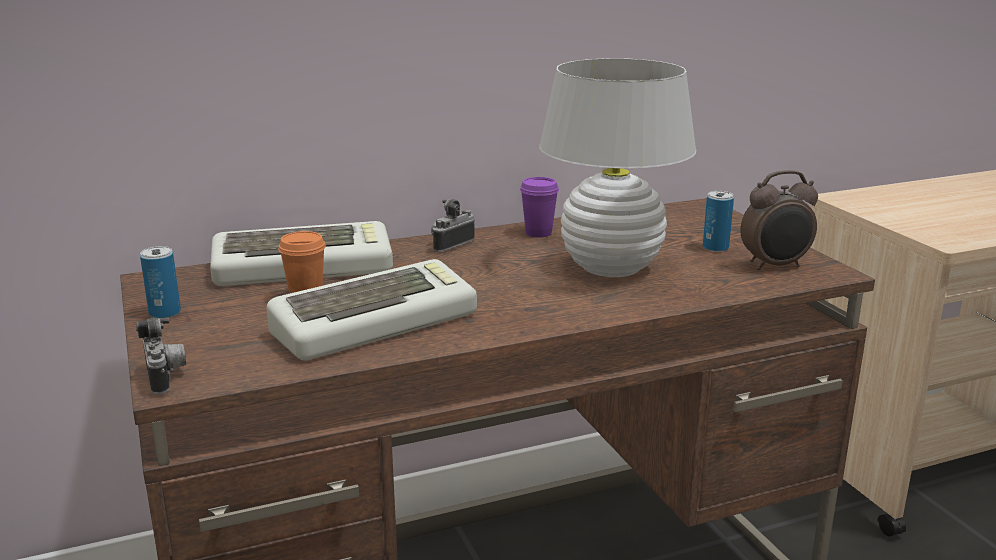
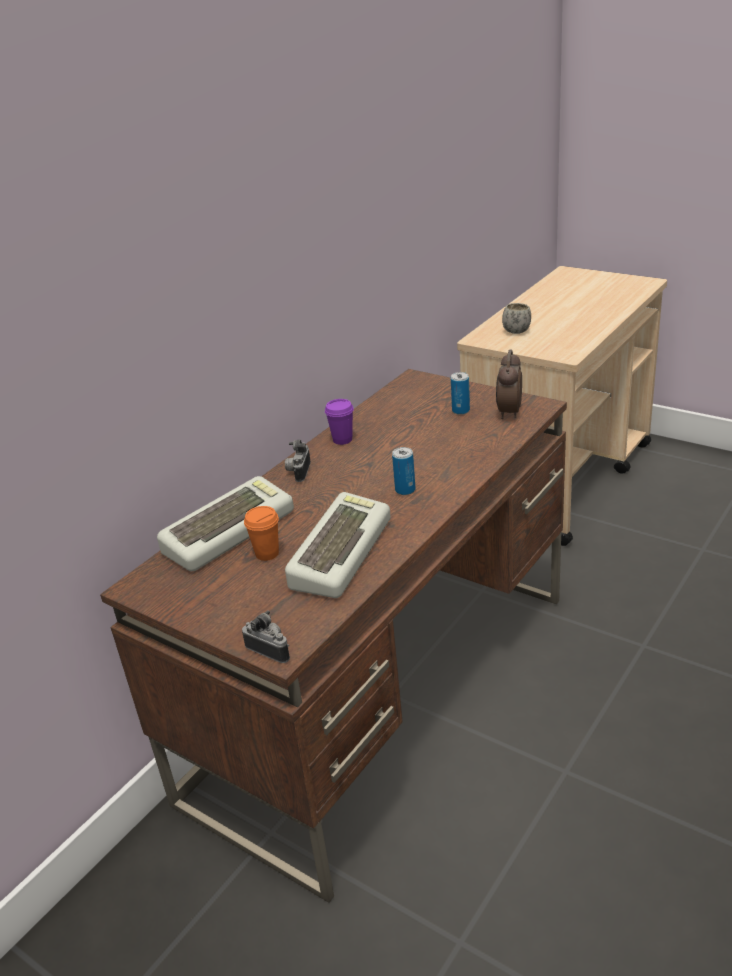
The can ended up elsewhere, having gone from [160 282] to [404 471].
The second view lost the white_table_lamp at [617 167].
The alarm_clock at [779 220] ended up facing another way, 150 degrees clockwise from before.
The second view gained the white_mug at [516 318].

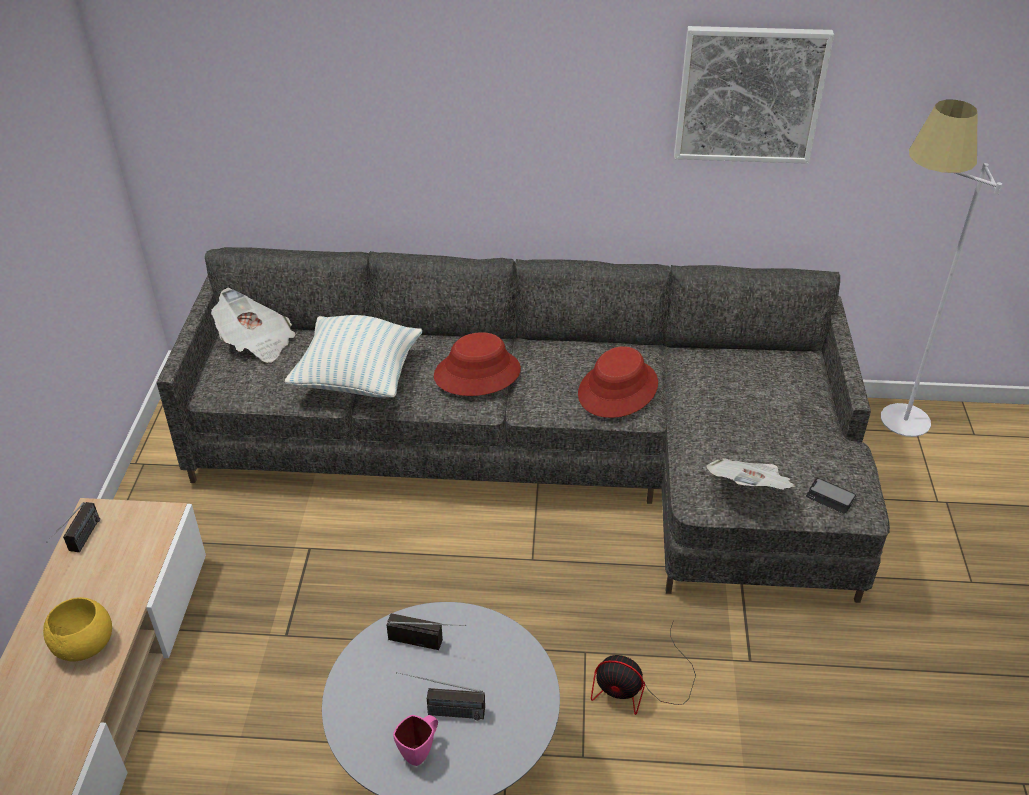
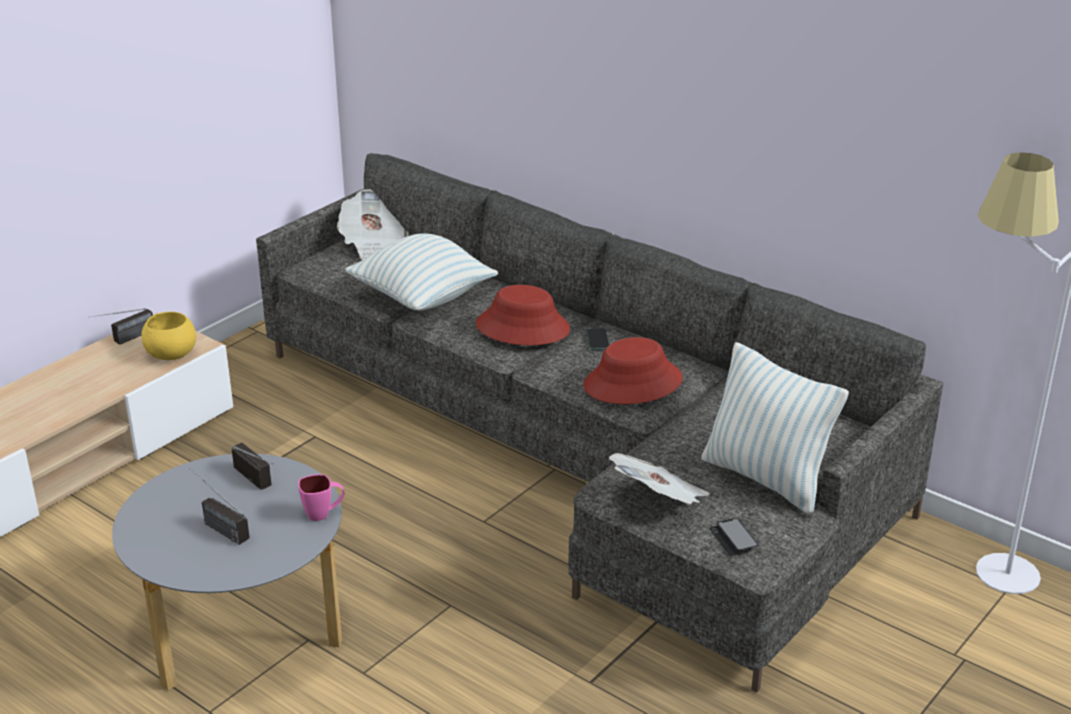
The yellow_bowl ended up elsewhere, having gone from [77 629] to [169 336].
The pink_mug ended up elsewhere, having gone from [415 740] to [321 497].
The second view lost the fan at [643 669].
The second view lost the picture at [754 95].
The second view gained the phone at [597 339].
The second view gained the pillow at [775 428].

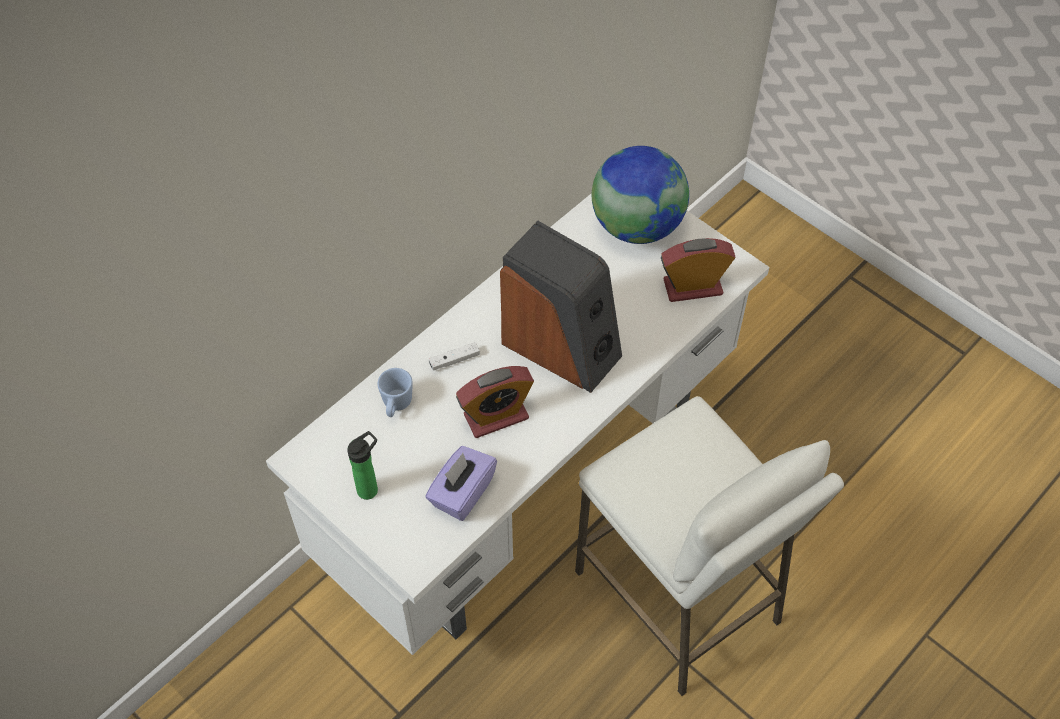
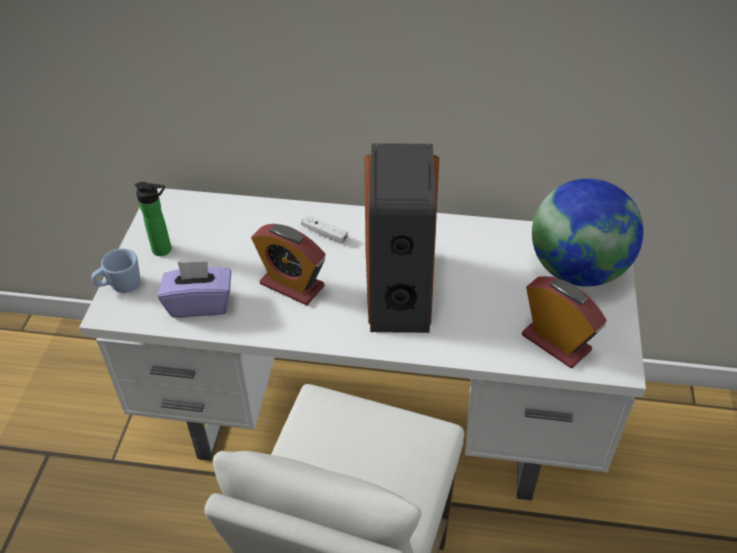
The blue_mug ended up elsewhere, having gone from [395 392] to [116 270].

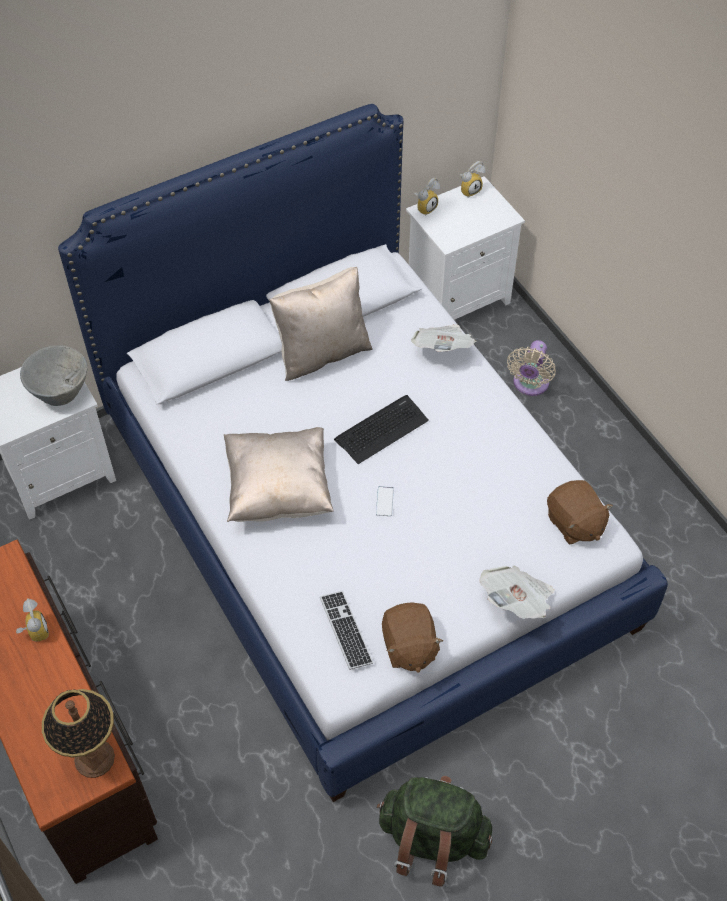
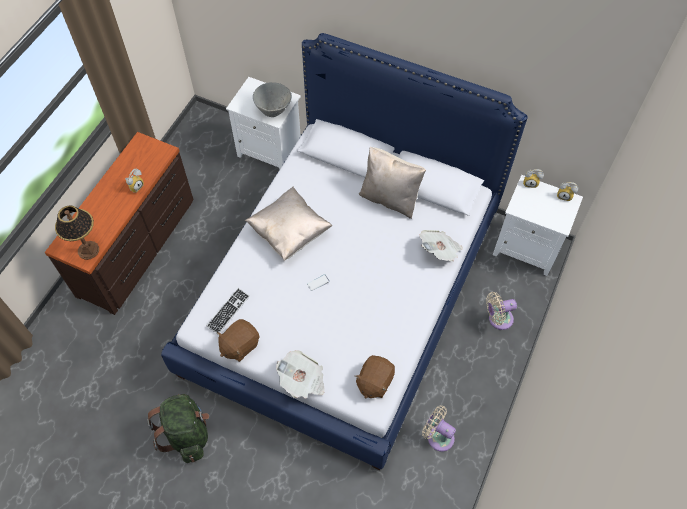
The second view lost the keyboard at [381 429].
The second view gained the beige_fan at [439 428].

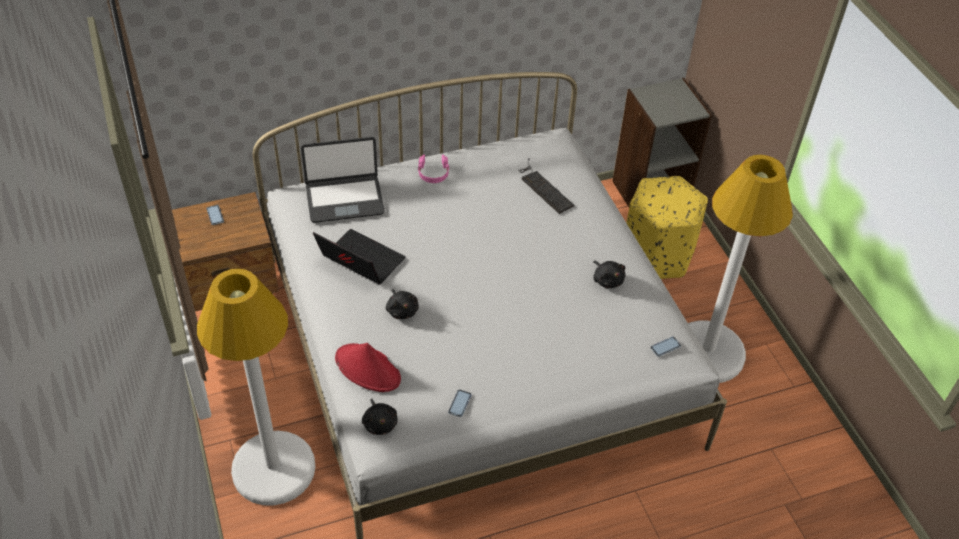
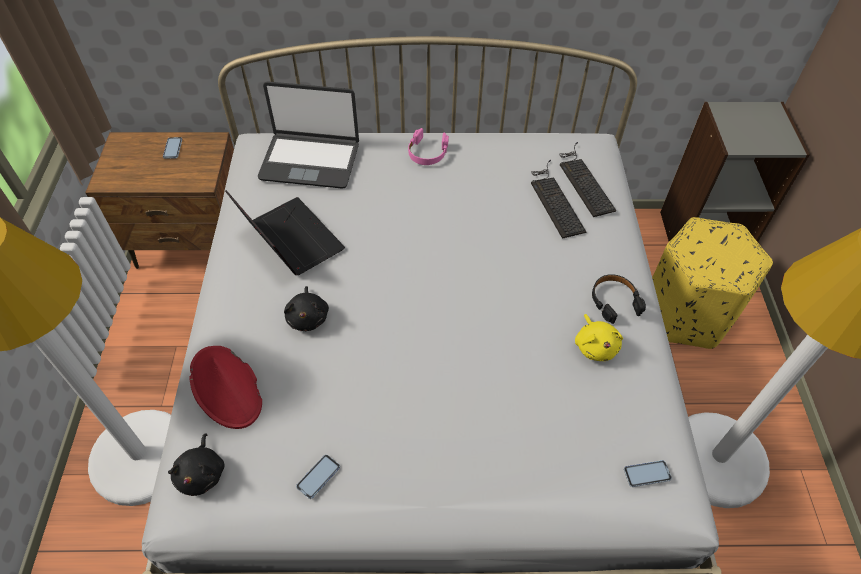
What was the black_plush_toy at [609 274] turned into the yellow_plush_toy at [599 337].
The second view gained the keyboard at [587 179].
The second view gained the black_headphones at [619 299].

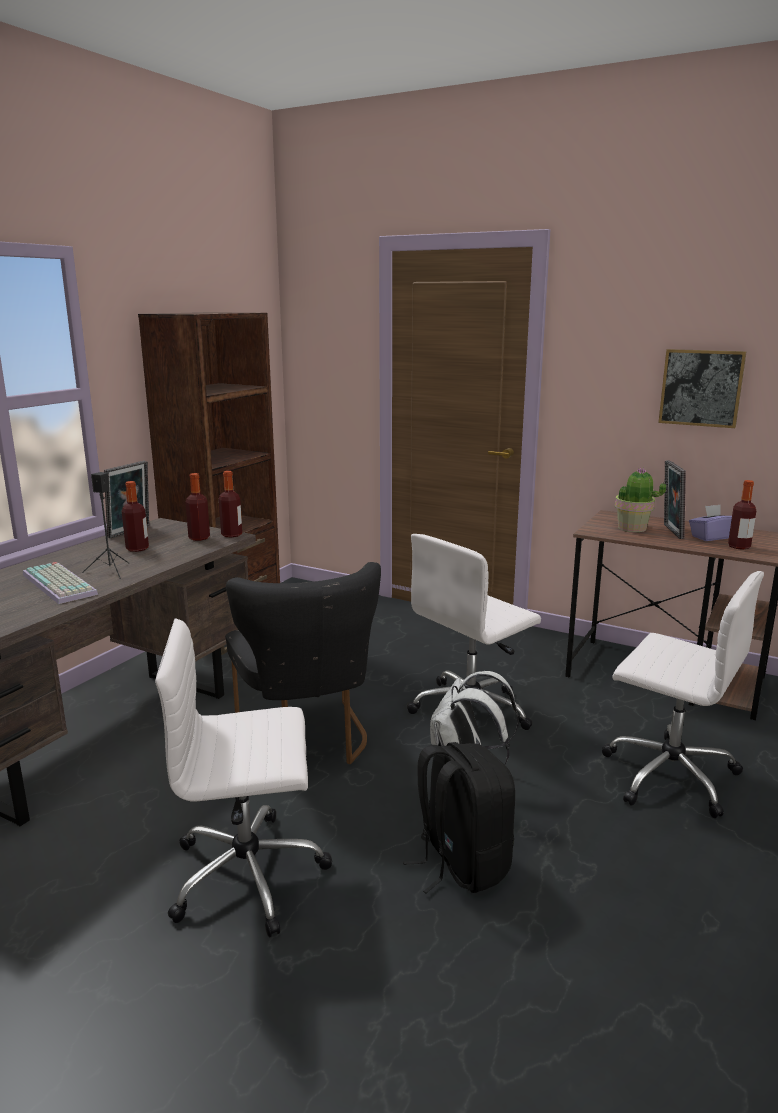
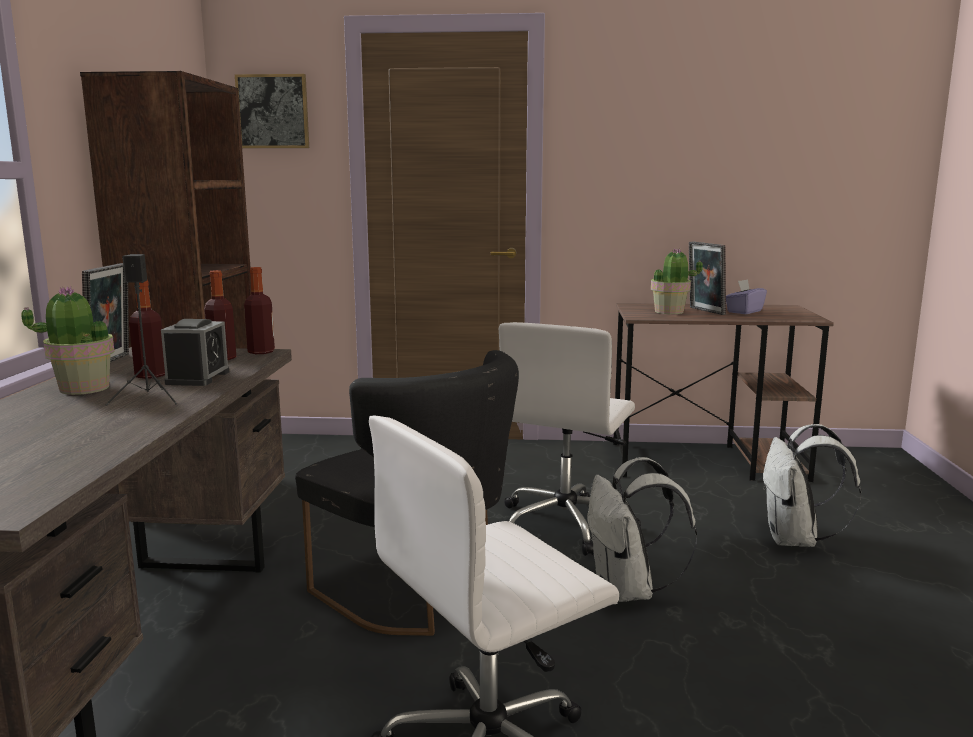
The second view lost the keyboard at [60 583].
The second view lost the black_backpack at [459 817].
Where the white_office_chair stood at [683 694], the white_backpack came to stand at [812 485].
The picture ended up elsewhere, having gone from [702 388] to [272 111].
The second view lost the bottle at [742 515].
The second view gained the potted_plant at [68 341].
The second view gained the alarm_clock at [195 352].

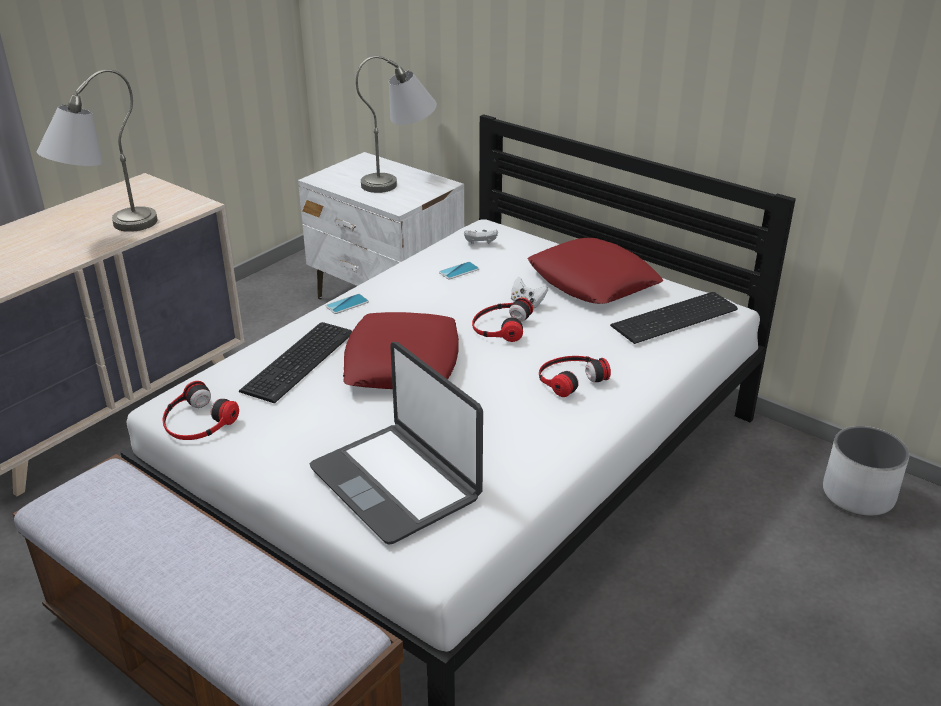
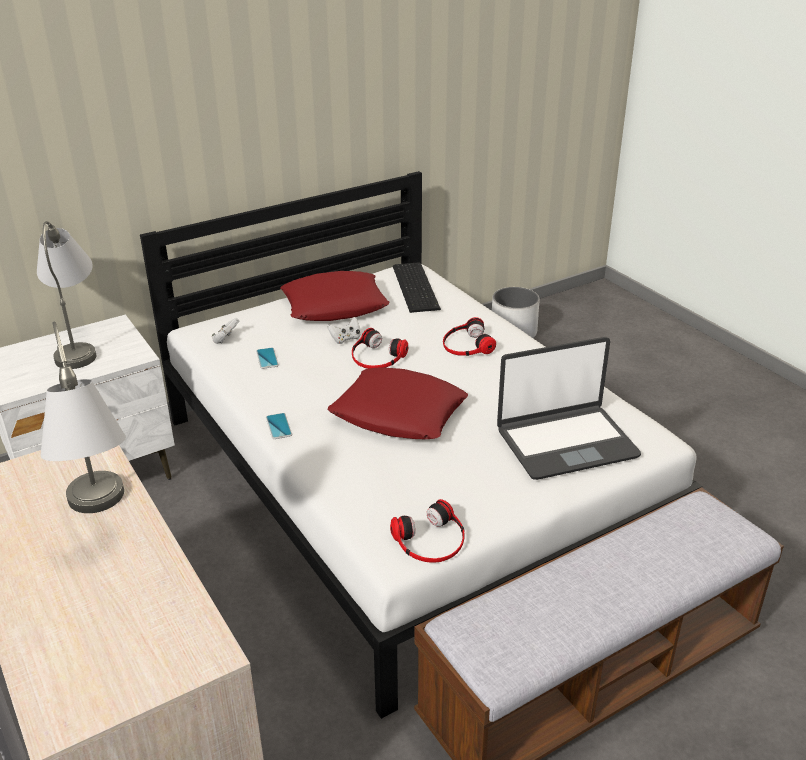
The second view lost the keyboard at [295 362].

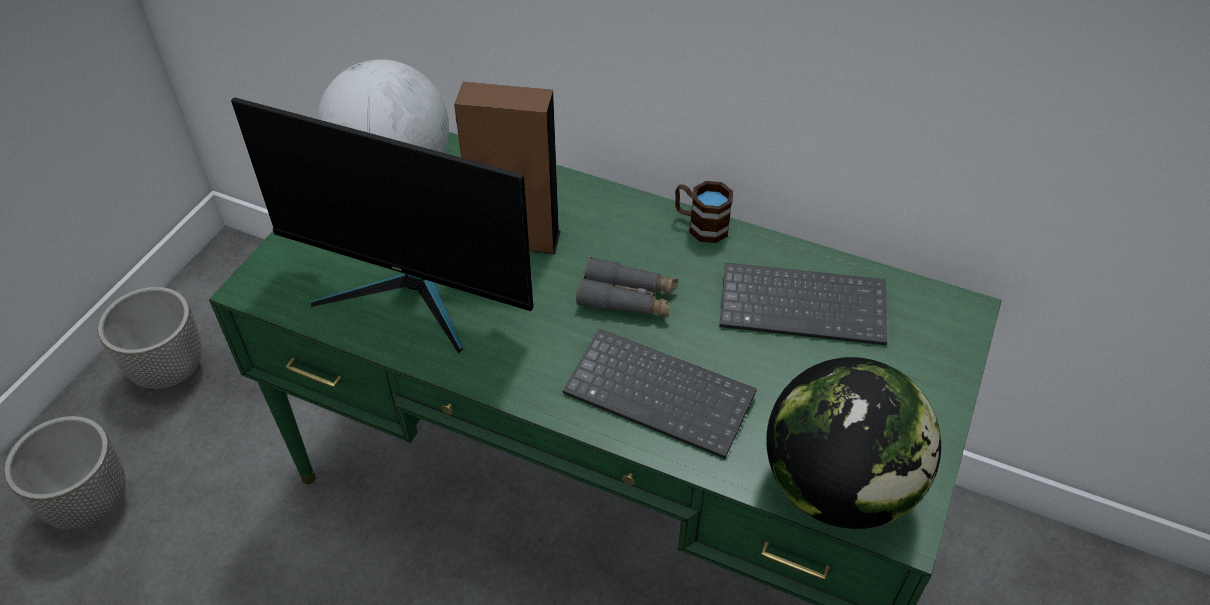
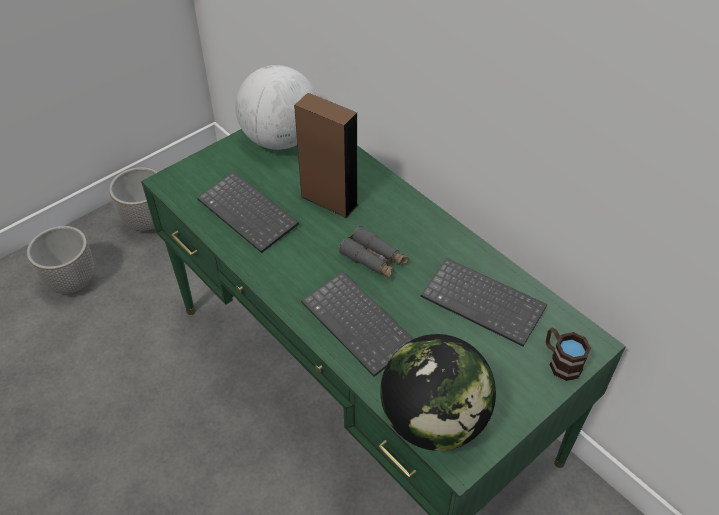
Where the monitor stood at [382 225], the keyboard came to stand at [248 212].
The brown_mug ended up elsewhere, having gone from [704 212] to [568 354].

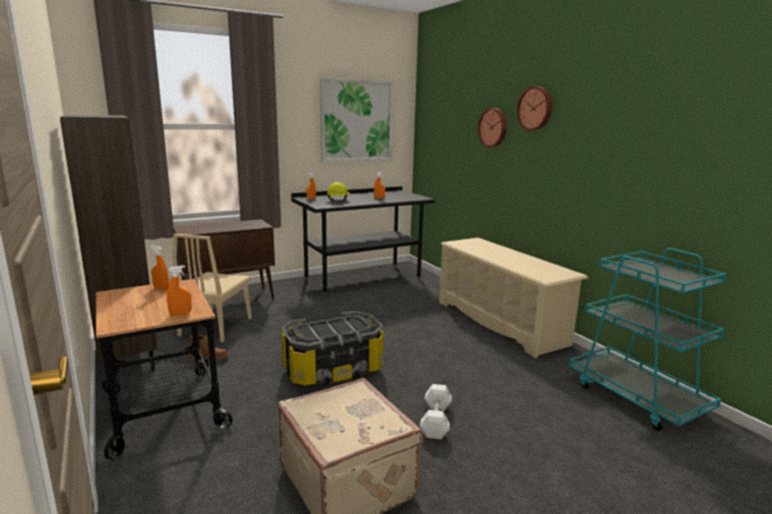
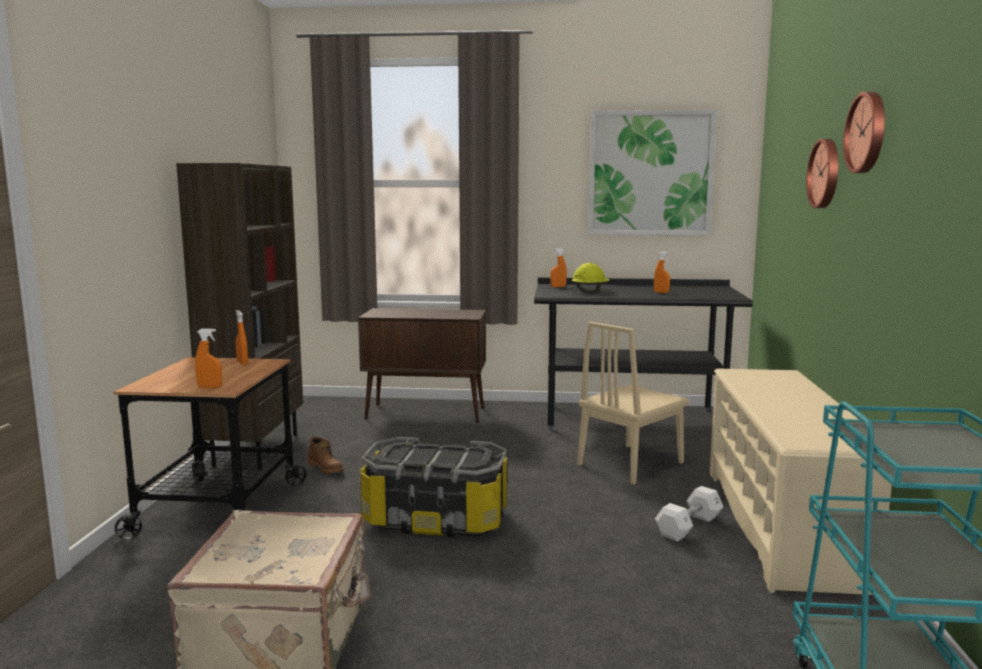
The beige_chair ended up elsewhere, having gone from [212 288] to [633 403].
The white_dumbbell ended up elsewhere, having gone from [436 412] to [689 514].

